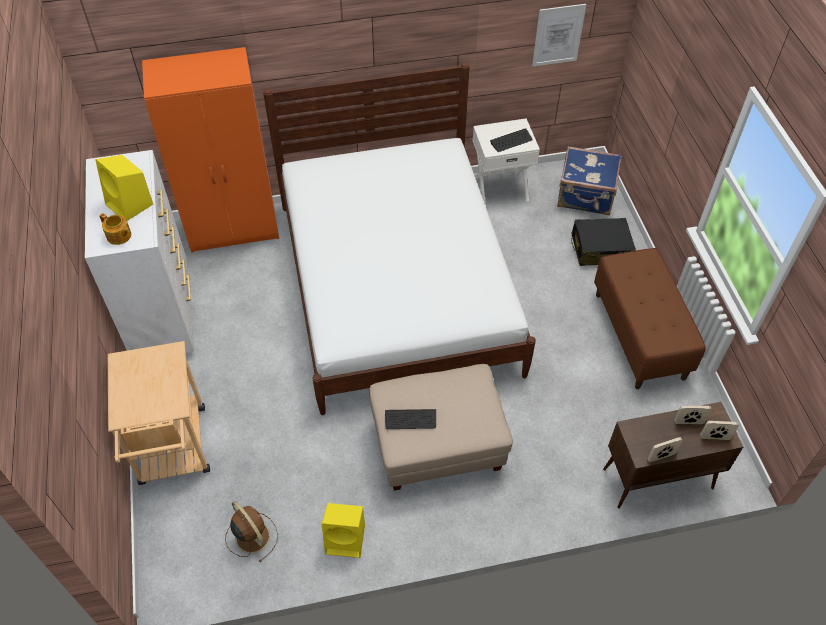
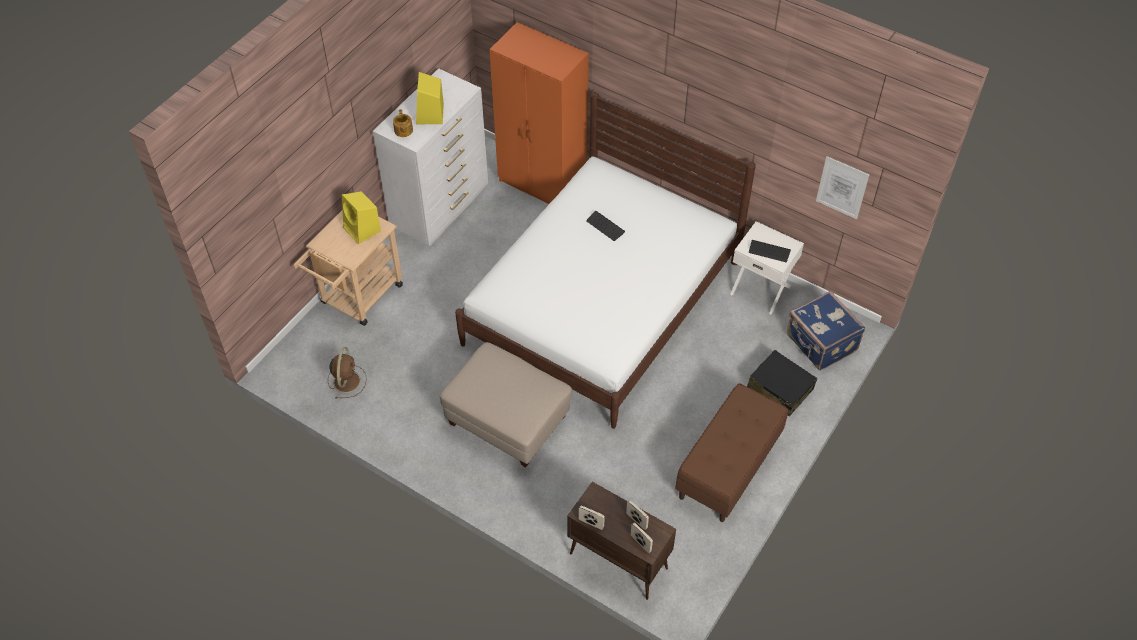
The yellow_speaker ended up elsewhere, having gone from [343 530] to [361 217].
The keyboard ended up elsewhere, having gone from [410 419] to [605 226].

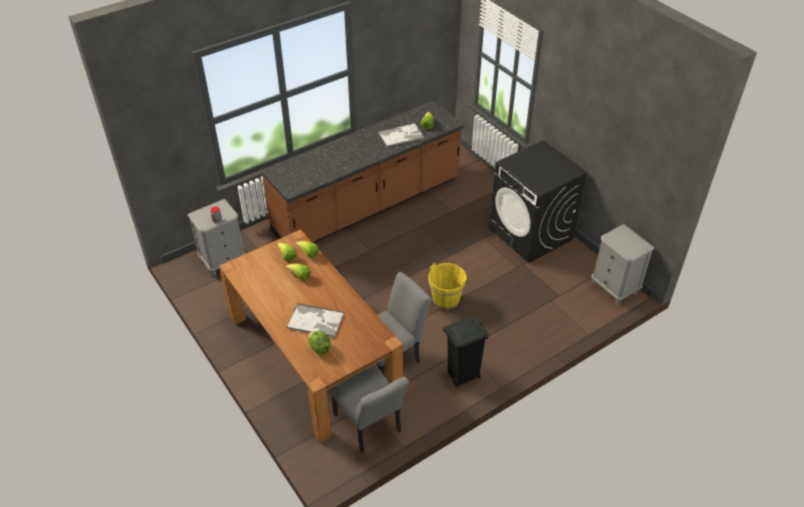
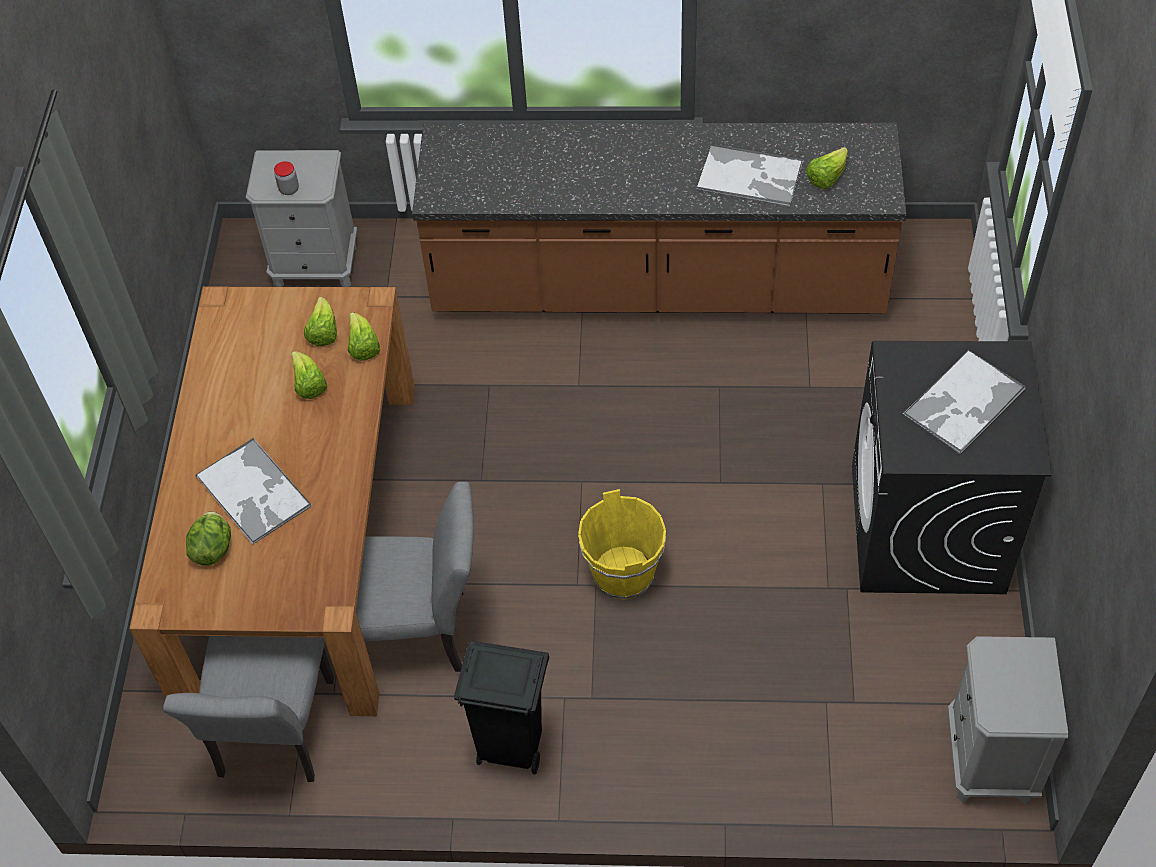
The second view gained the tray at [964 401].

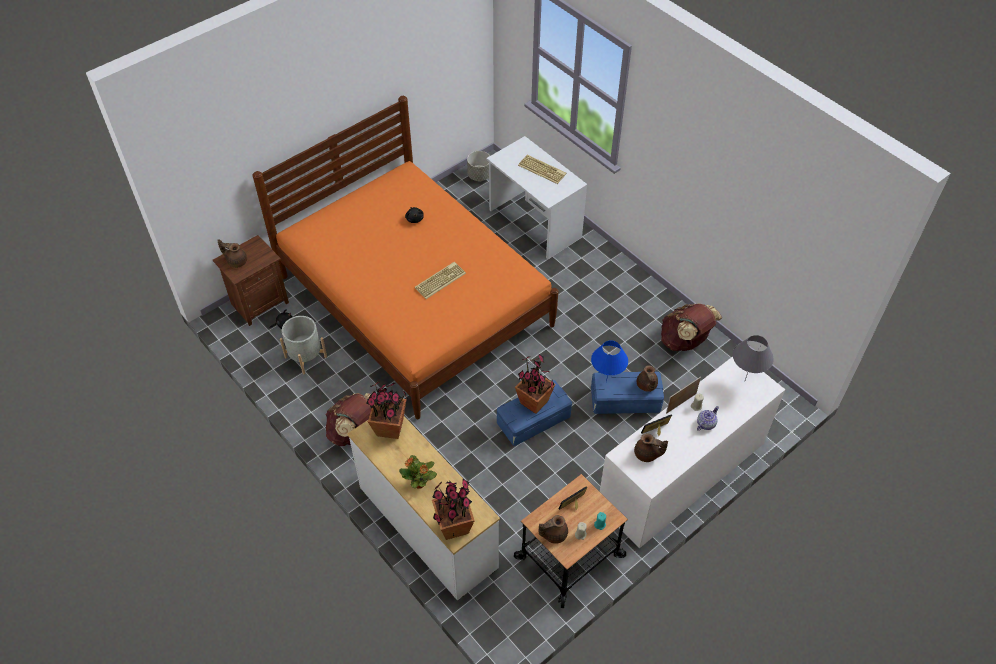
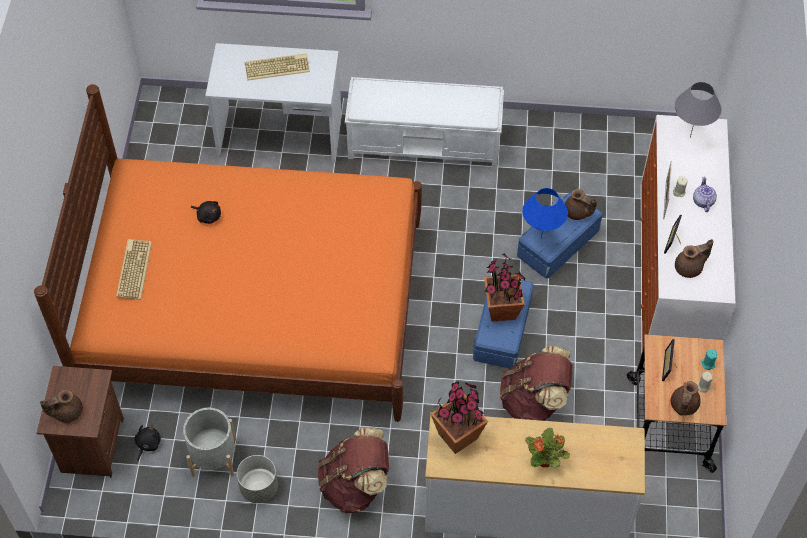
The keyboard ended up elsewhere, having gone from [440 280] to [134 269].
The second view lost the potted_plant at [453 509].
The grey_planter ended up elsewhere, having gone from [478 166] to [257 479].
The brown_backpack ended up elsewhere, having gone from [691 327] to [536 383].
The second view gained the white_bench at [424 123].

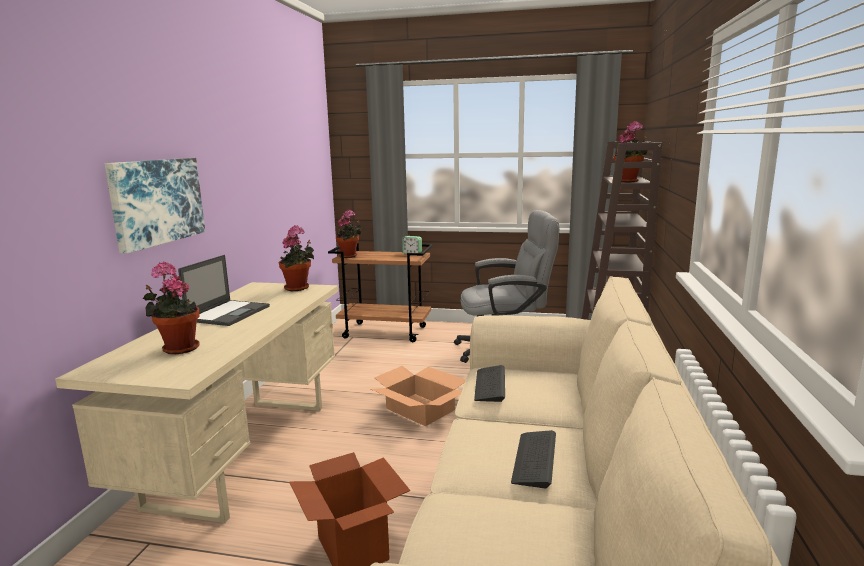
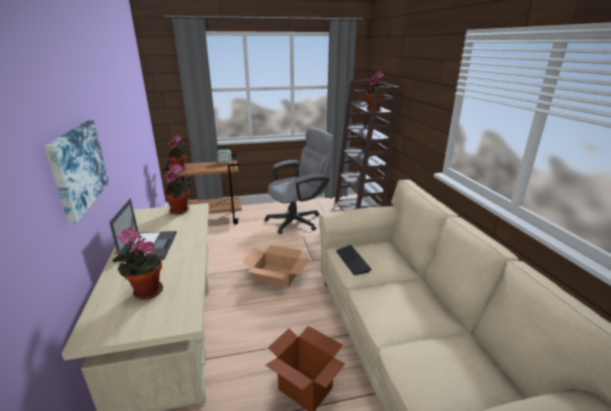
The second view lost the keyboard at [533 459].

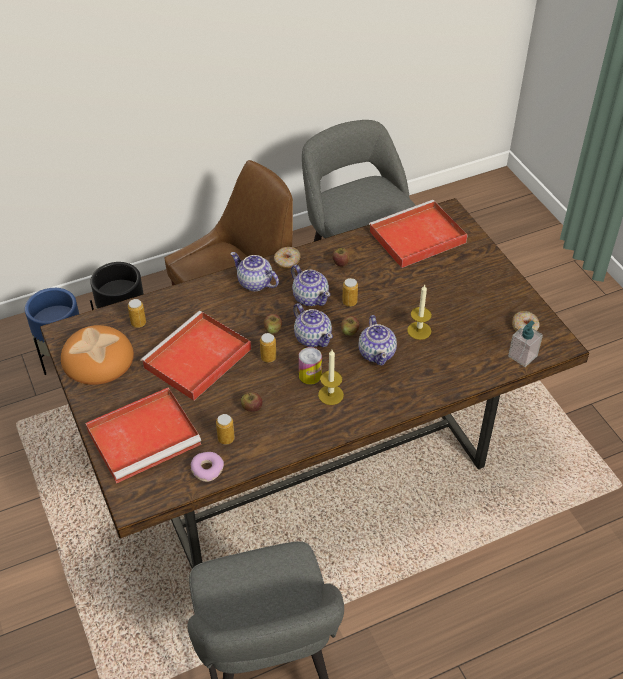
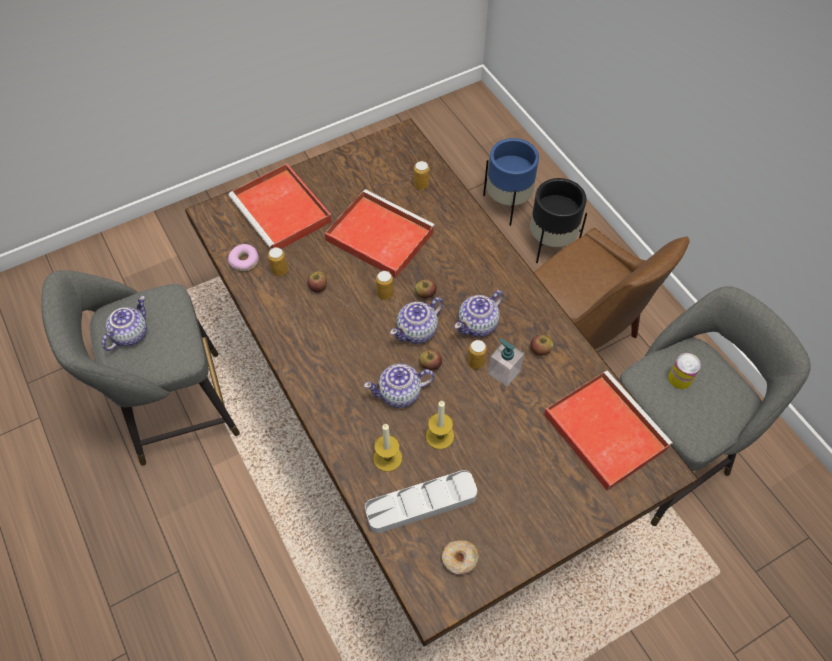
The second view lost the bread at [97 355].
The teapot ended up elsewhere, having gone from [254 271] to [124 323].
The second view lost the donut at [287 257].
The can ended up elsewhere, having gone from [310 366] to [684 371].
The candle ended up elsewhere, having gone from [331 377] to [387 447].
The soap_dispenser ended up elsewhere, having gone from [525 344] to [506 362].
The second view gained the grey_tray at [421 501].

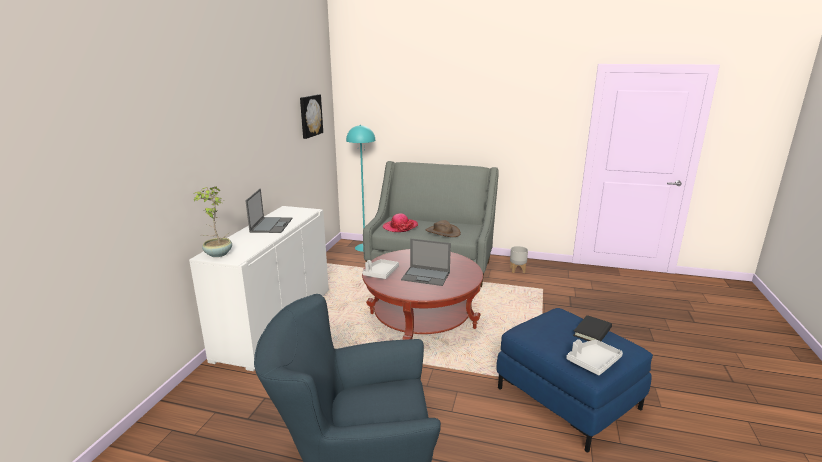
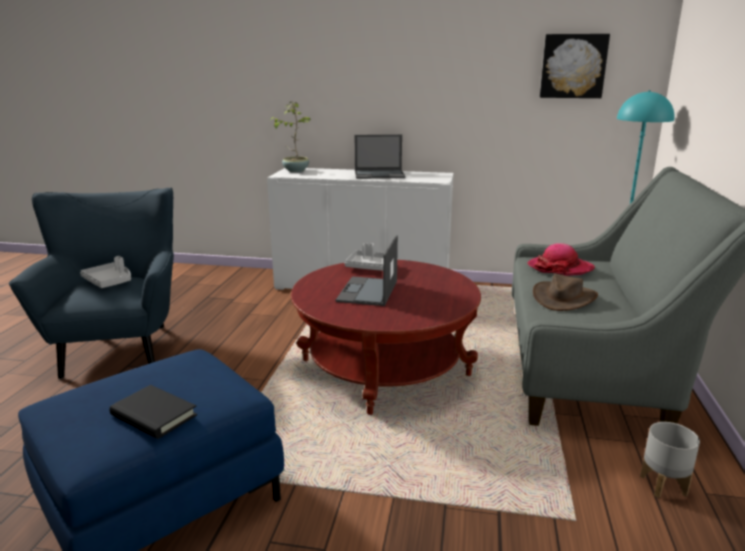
The grey_tray ended up elsewhere, having gone from [594 357] to [105 272].

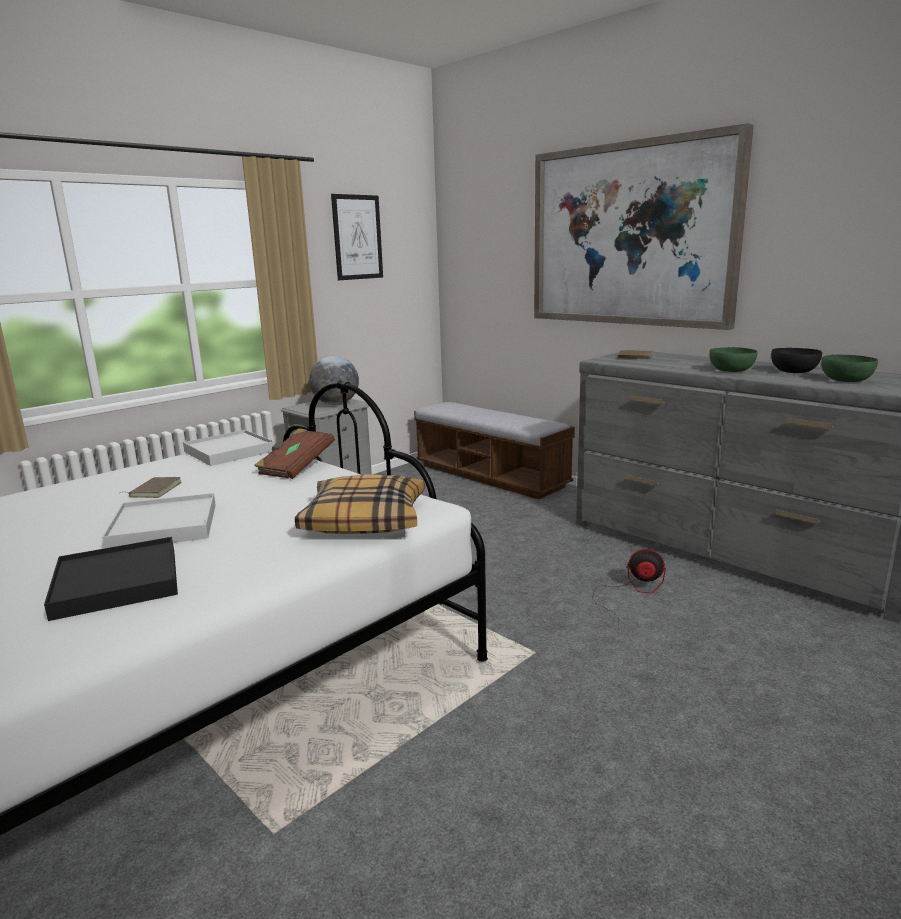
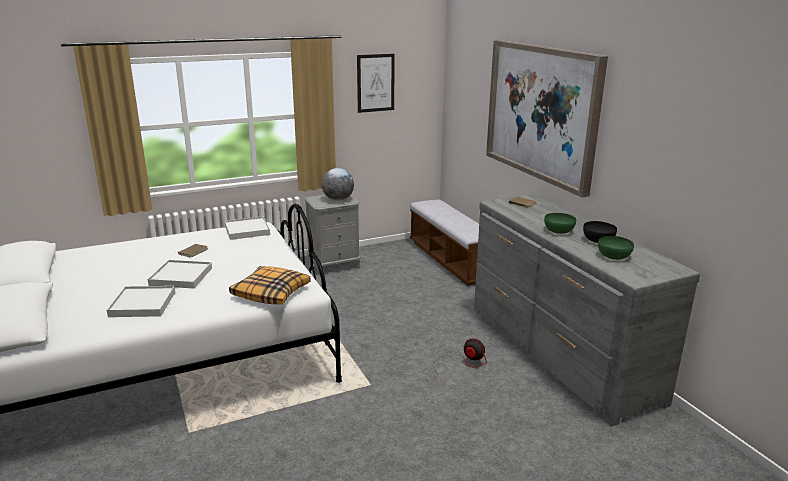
What was the black_tray at [111 579] turned into the white_tray at [141 301].
The second view lost the brown_book at [294 453].

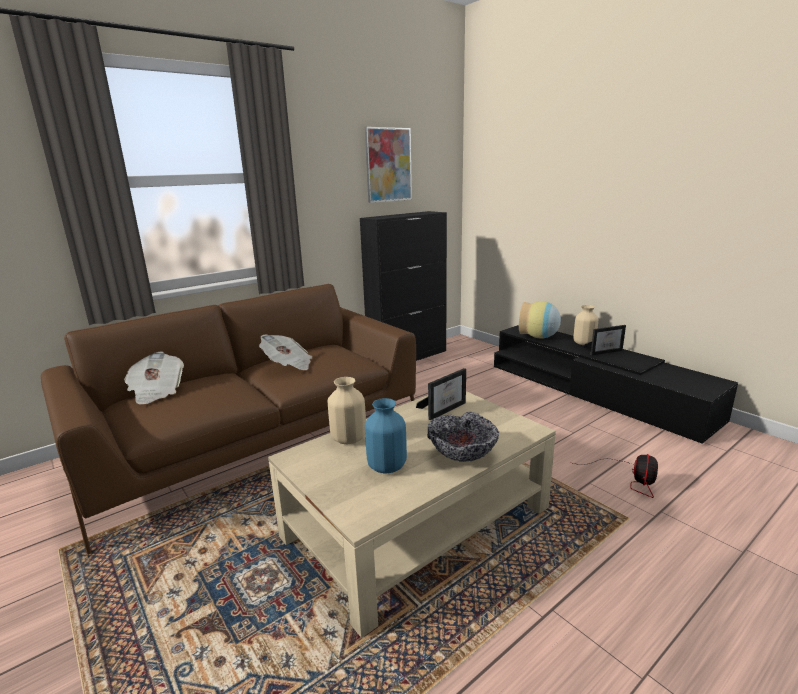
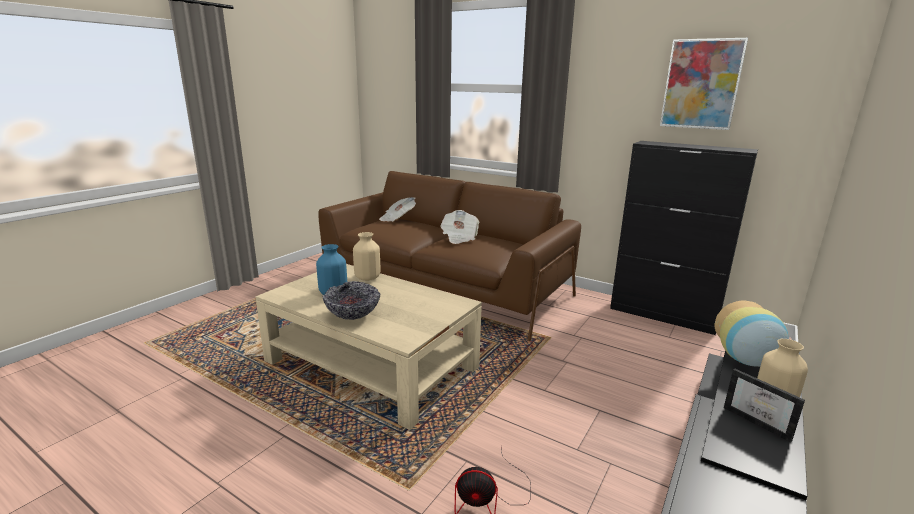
The second view lost the picture_frame at [441 394].

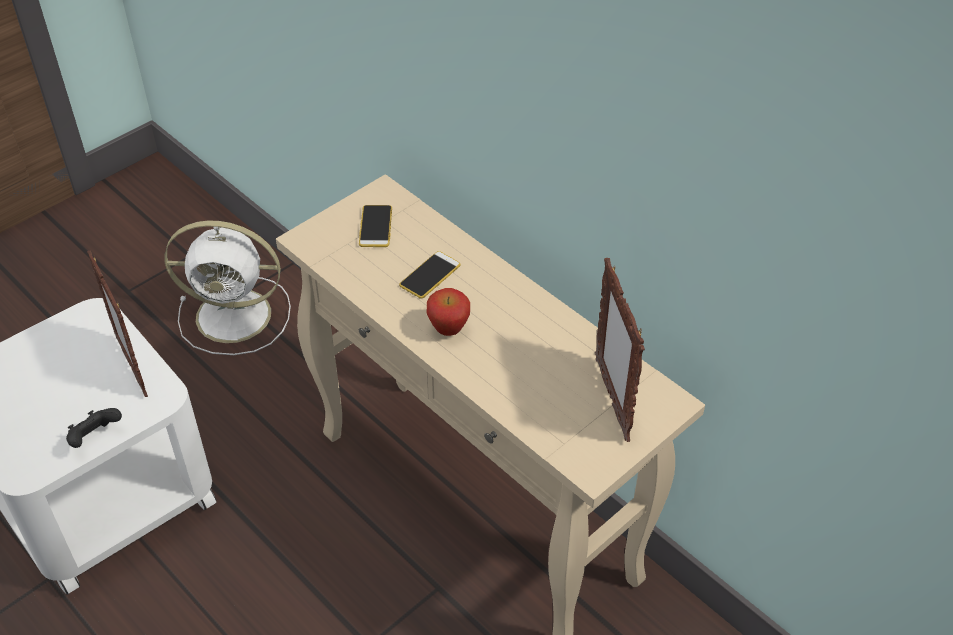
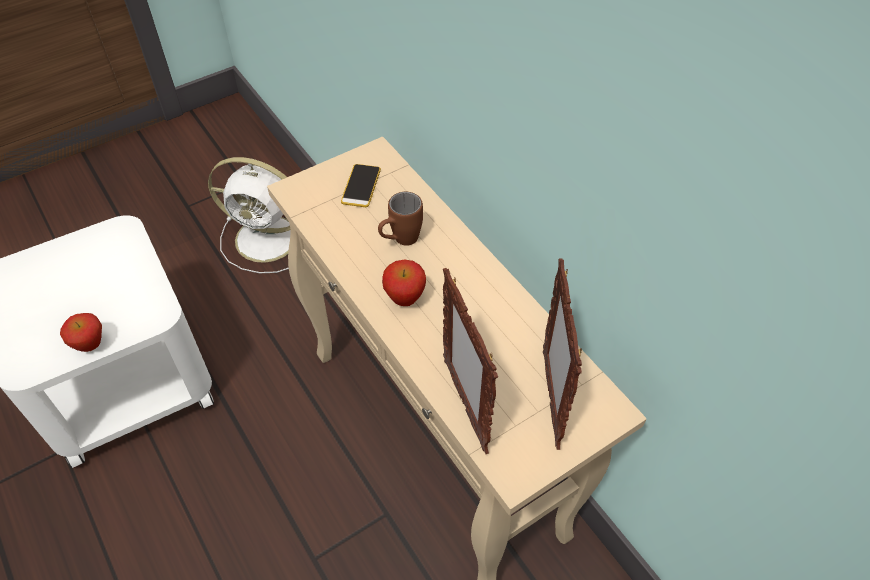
Where the black_game_controller stood at [94 428], the apple came to stand at [81 332].
The picture_frame ended up elsewhere, having gone from [117 324] to [470 361].
Where the phone stood at [430 275], the brown_mug came to stand at [400 219].

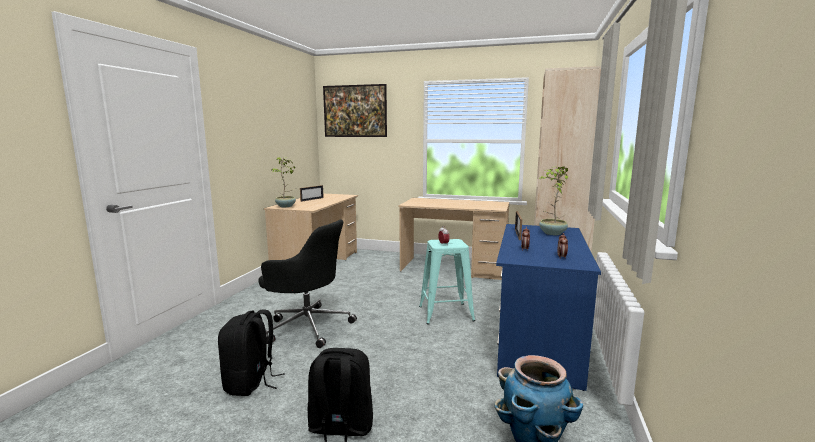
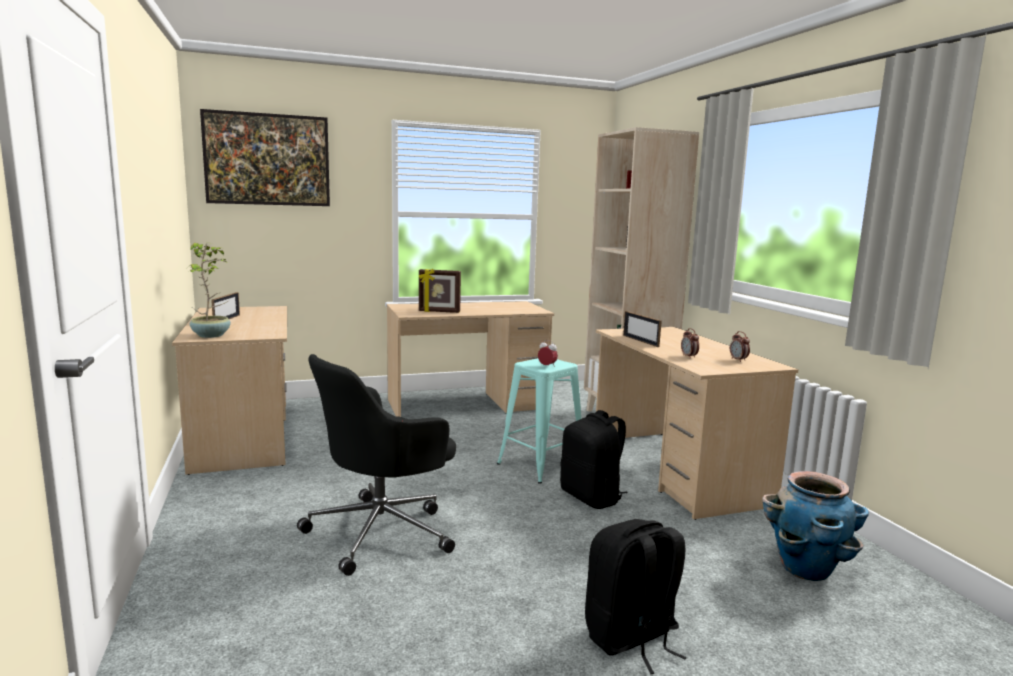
The black_backpack ended up elsewhere, having gone from [251 352] to [594 459].
The black_office_chair at [307 283] ended up facing another way, 150 degrees clockwise from before.
What was the blue_desk at [548 307] turned into the beige_desk at [697 423].
The second view lost the potted_plant at [553 200].
The second view gained the picture_frame at [440 291].

